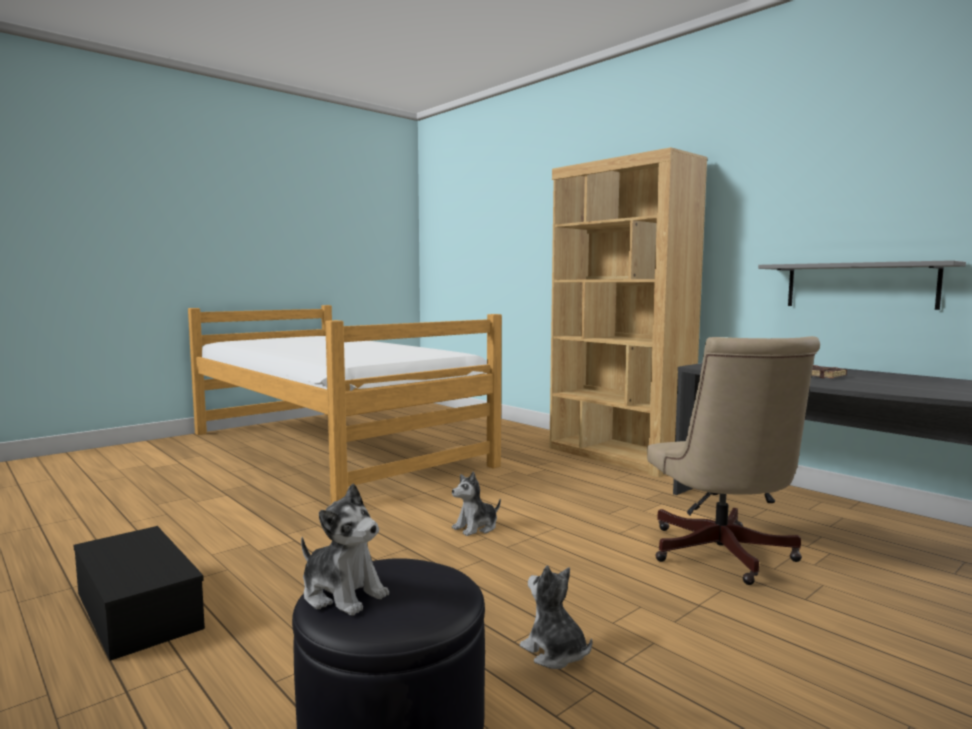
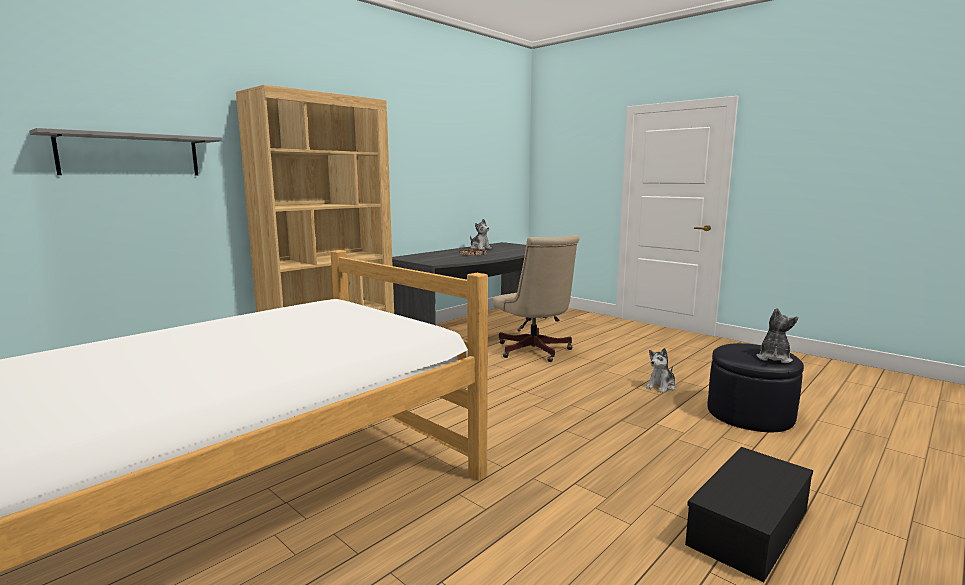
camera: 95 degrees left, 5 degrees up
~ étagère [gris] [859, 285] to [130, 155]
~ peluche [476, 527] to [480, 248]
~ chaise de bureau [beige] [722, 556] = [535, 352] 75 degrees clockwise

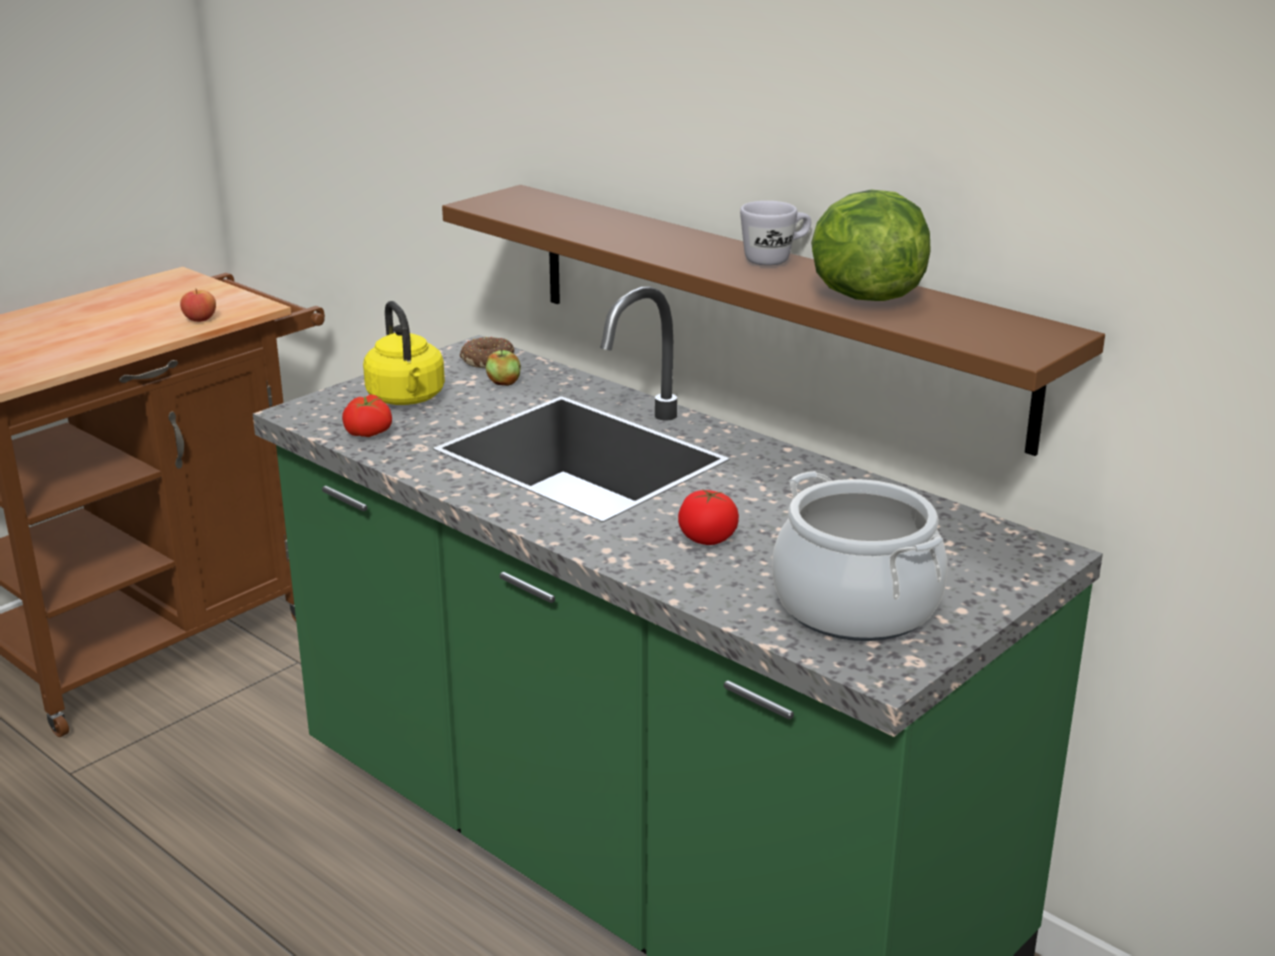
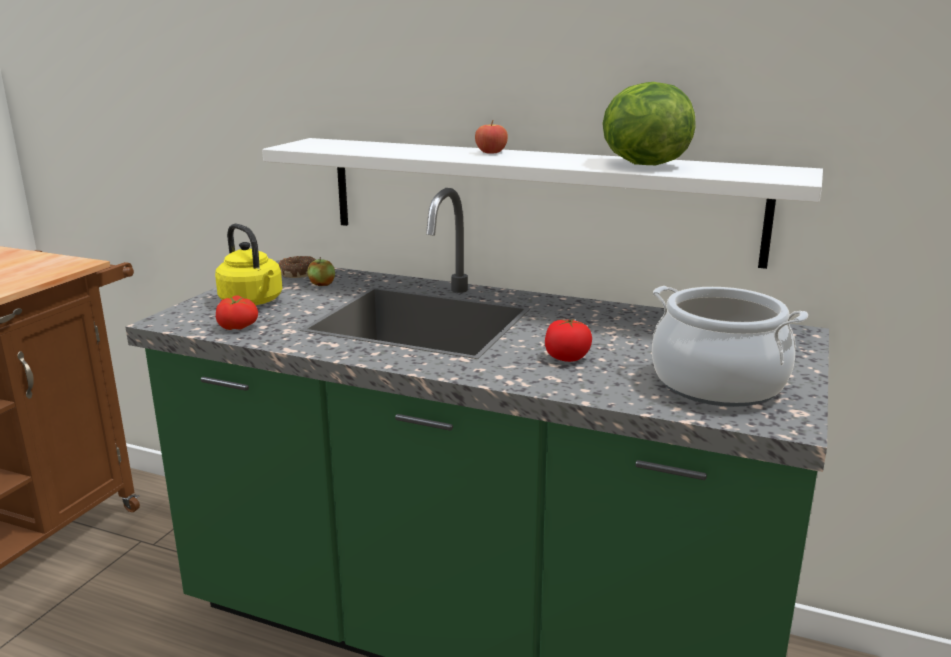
camera: 20 degrees left, 5 degrees down
~ étagère [marron] [768, 309] to étagère [blanc] [535, 198]
~ pomme [200, 319] to [491, 152]
- mug [blanc] [776, 259]

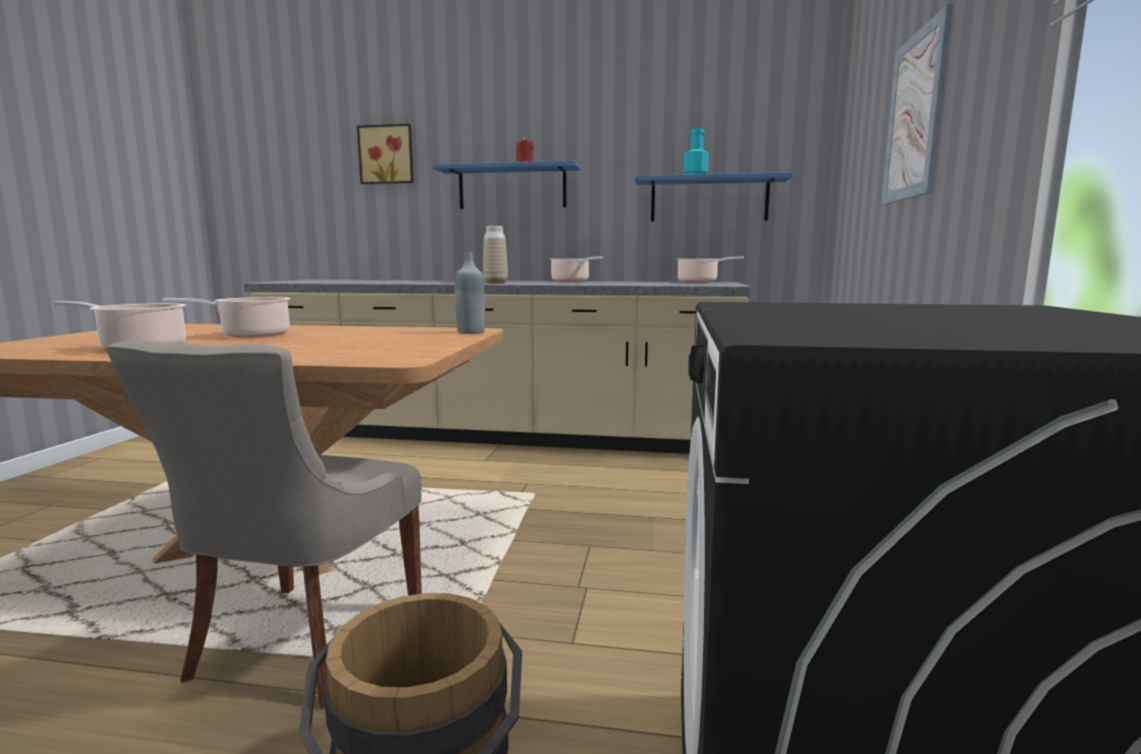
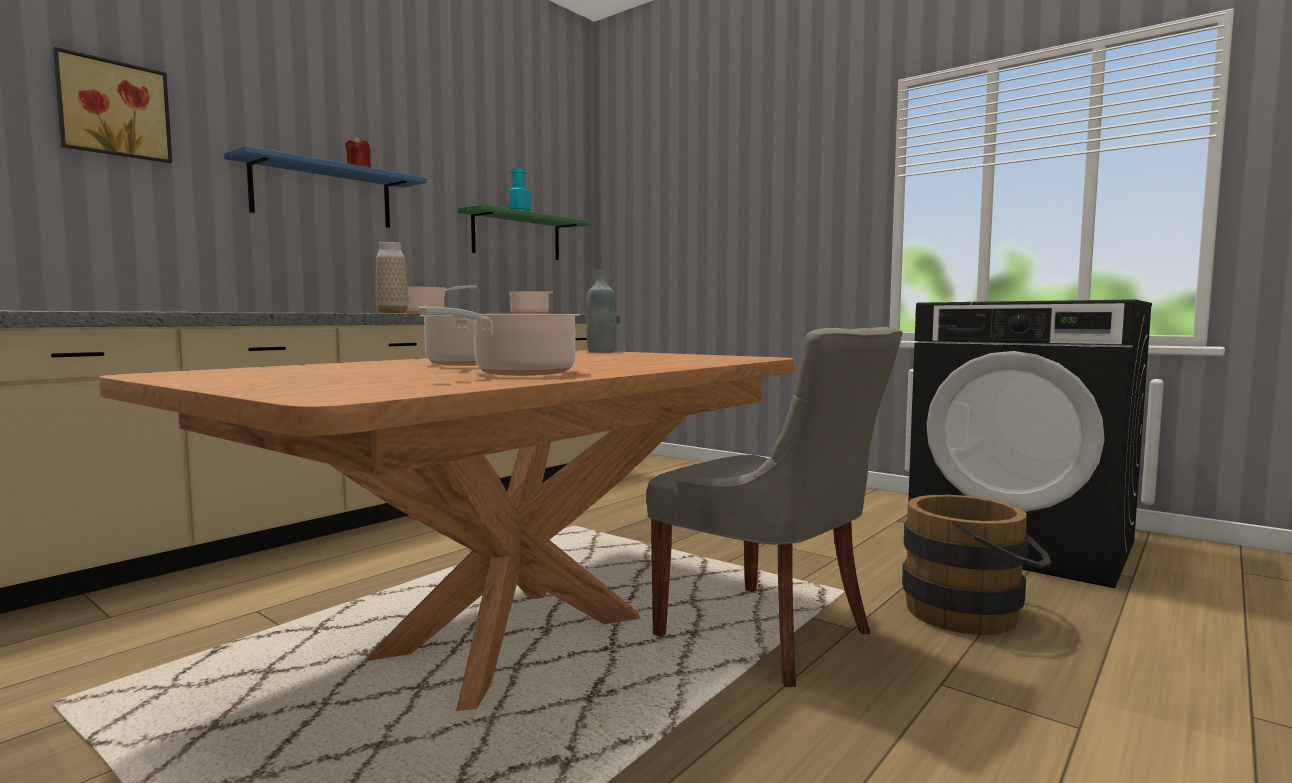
camera: 60 degrees left, 5 degrees down
~ étagère [bleu] [709, 200] to étagère [vert] [517, 236]
- tableau [915, 116]

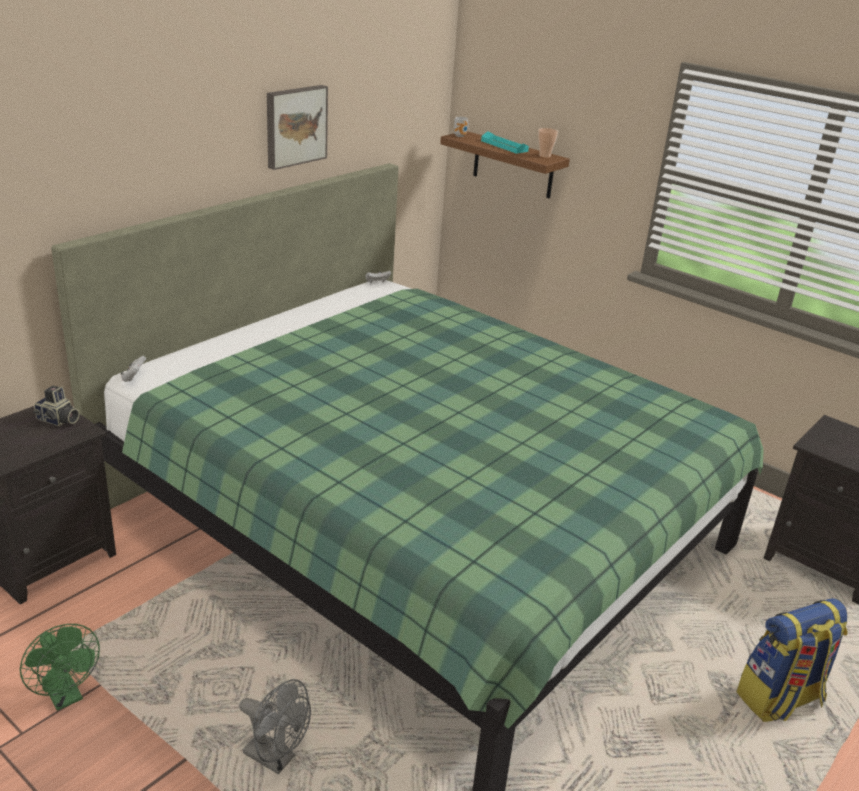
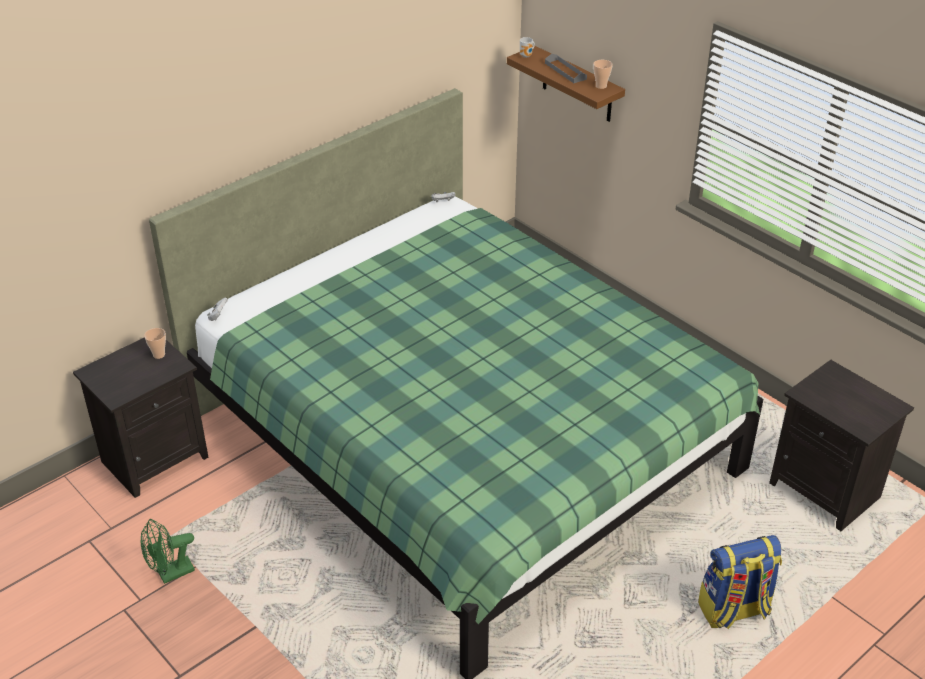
camera: 10 degrees right, 10 degrees up
~ ventilateur [vert] [66, 696] = [170, 574] 90 degrees clockwise
~ appareil photo [58, 420] to tasse [159, 355]
~ plateau [turquoise] [504, 146] to plateau [gris] [565, 71]
- ventilateur [gris] [276, 758]
- tableau [295, 126]

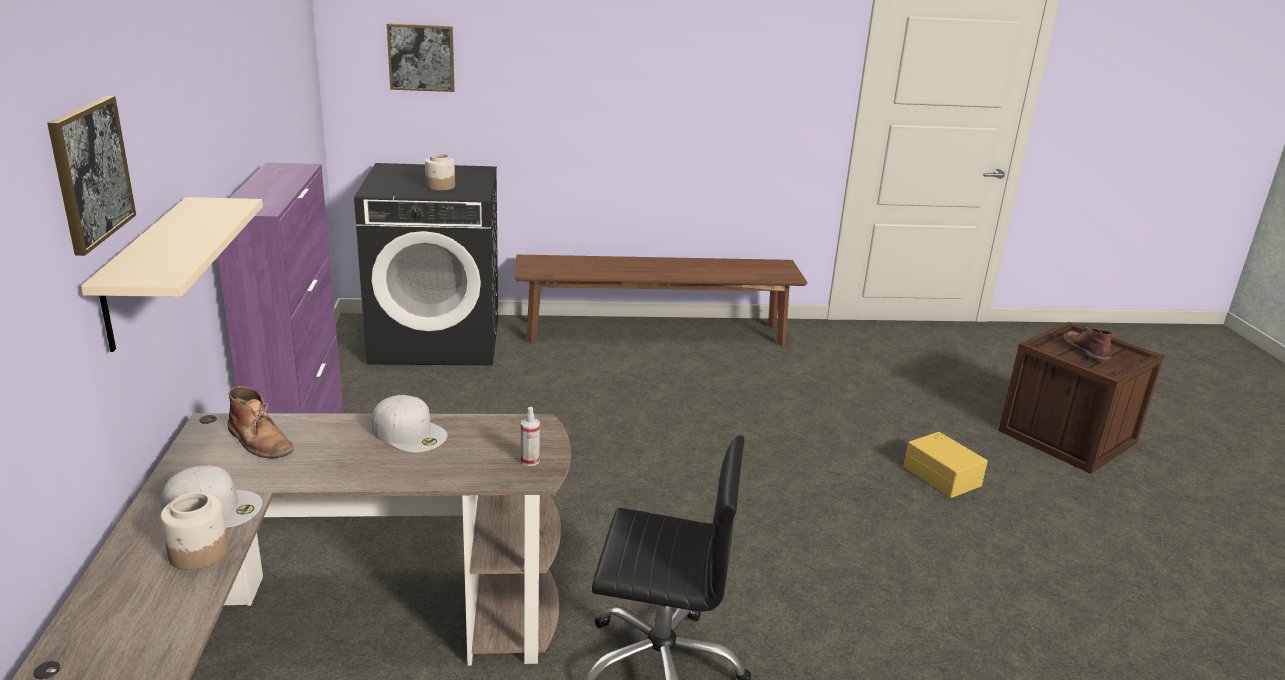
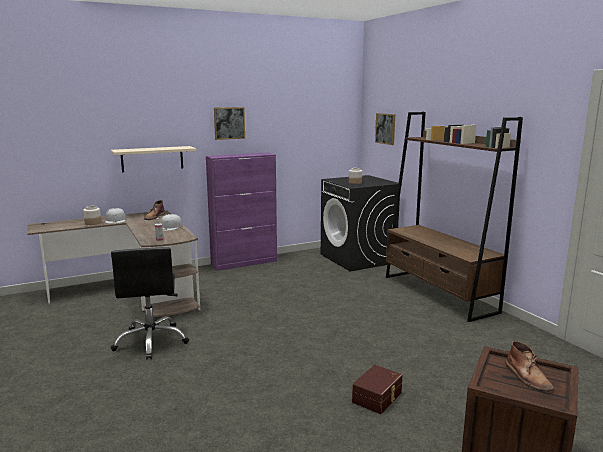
camera: 70 degrees right, 10 degrees down
~ tableau [90, 173] to [229, 123]
~ boîte de rangement [jaune] [943, 475] to boîte de rangement [marron] [378, 397]
~ banc [marron] [655, 334] to bibliothèque [marron] [438, 294]
~ botte [marron] [1086, 350] = [527, 377] 105 degrees clockwise

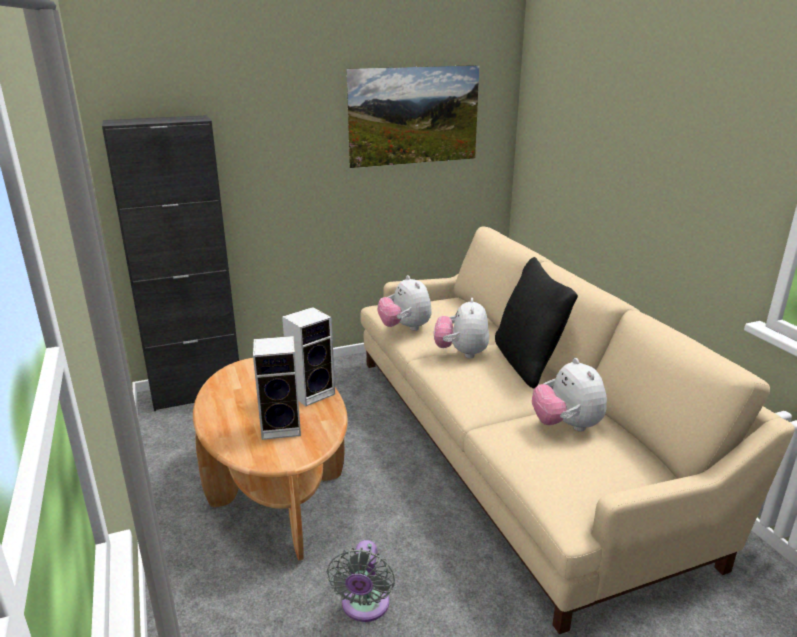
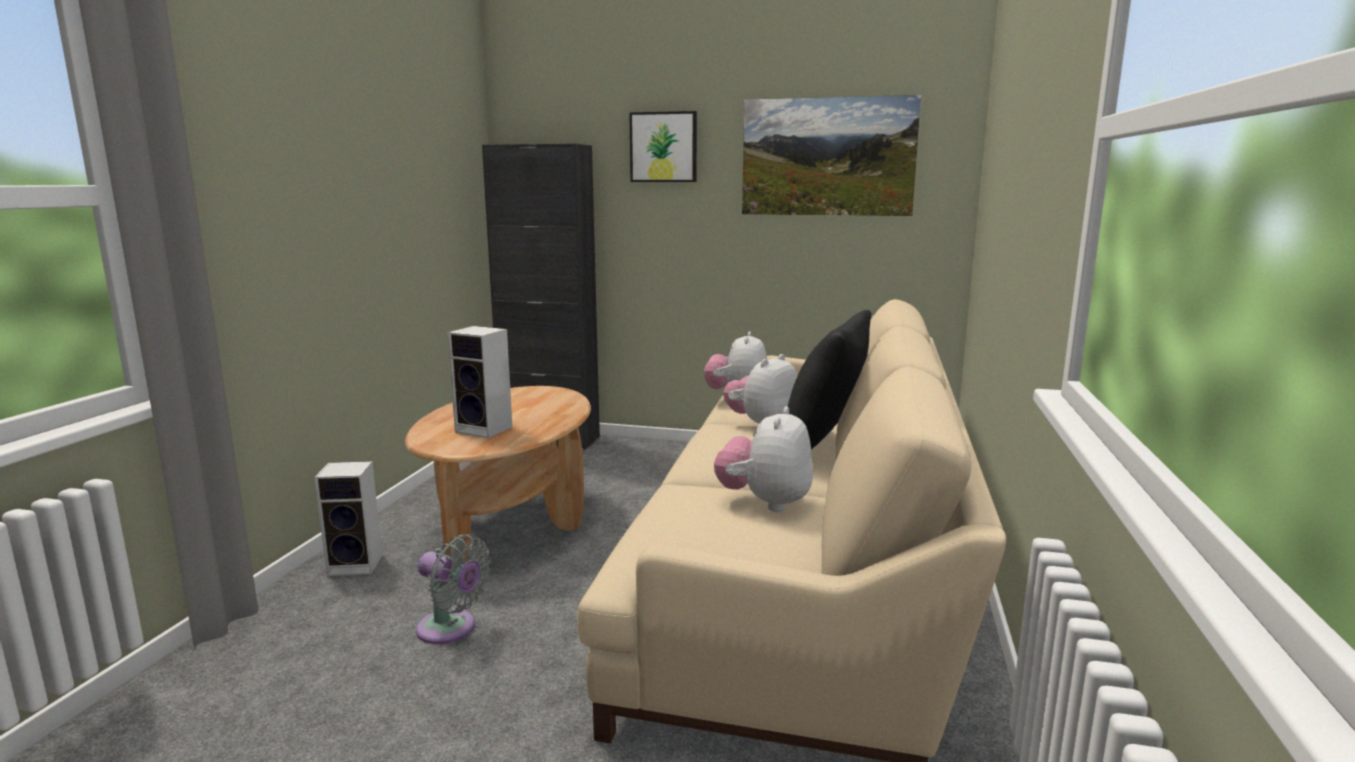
camera: 35 degrees right, 10 degrees down
~ enceinte [312, 393] to [357, 565]
~ ventilateur [gris] [364, 607] = [451, 630] 105 degrees counterclockwise
+ tableau [664, 147]

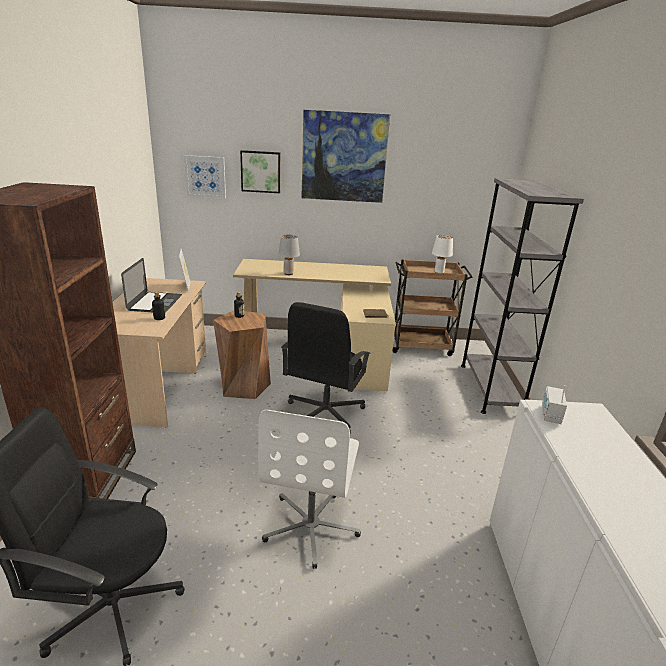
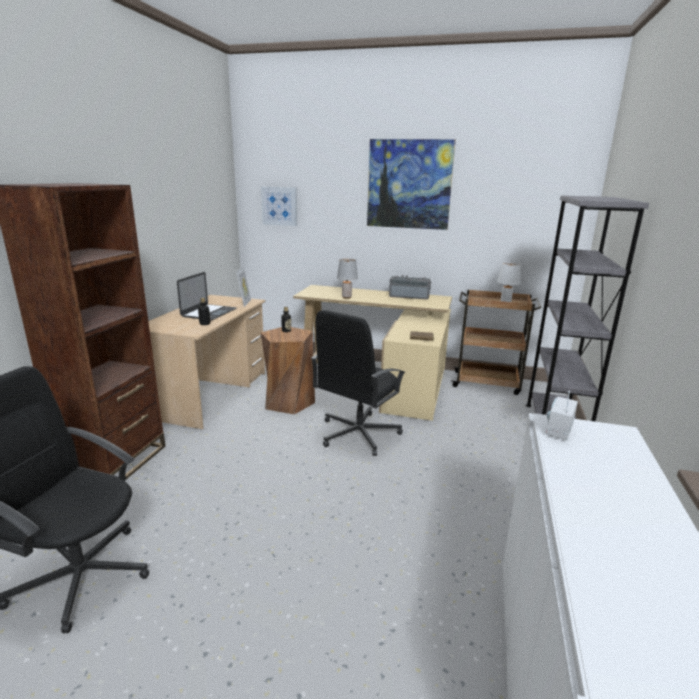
camera: 15 degrees right, 5 degrees down
+ radio [409, 296]
- tableau [261, 171]
- chaise de bureau [blanc] [311, 526]

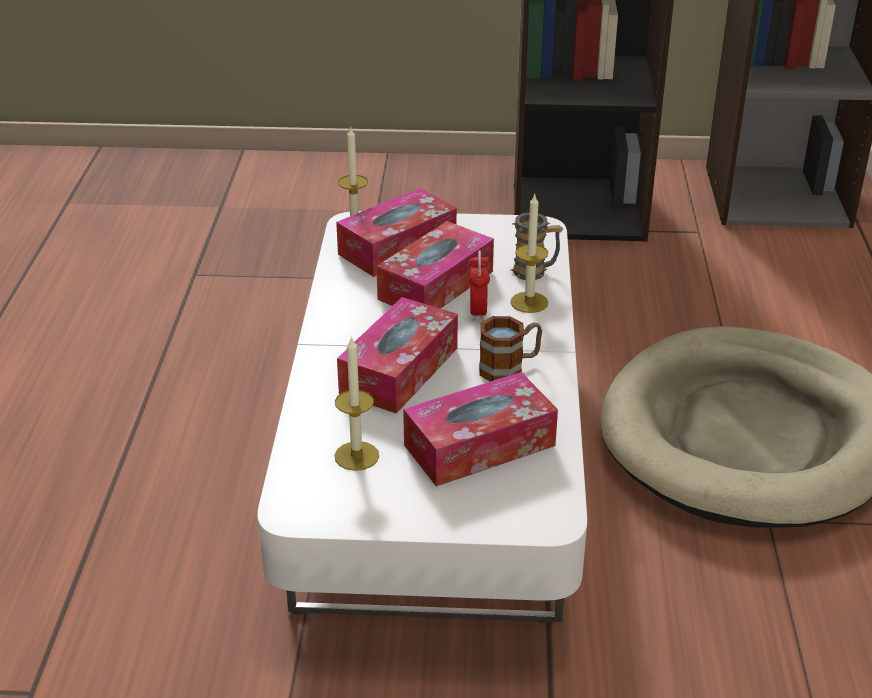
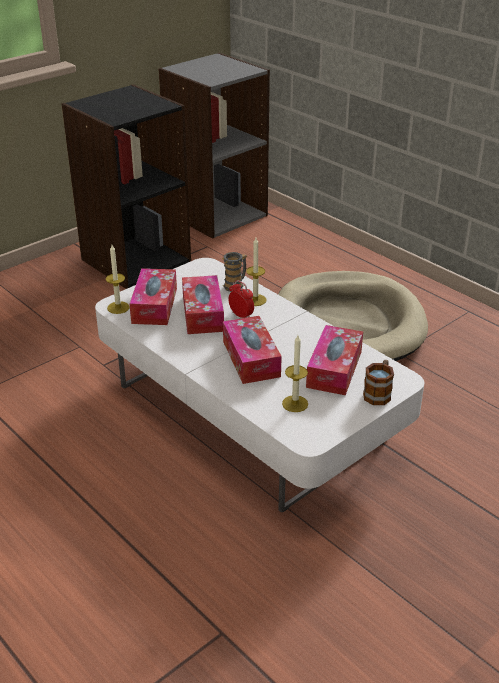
camera: 45 degrees left, 0 degrees up
~ mug [509, 368] to [378, 393]

